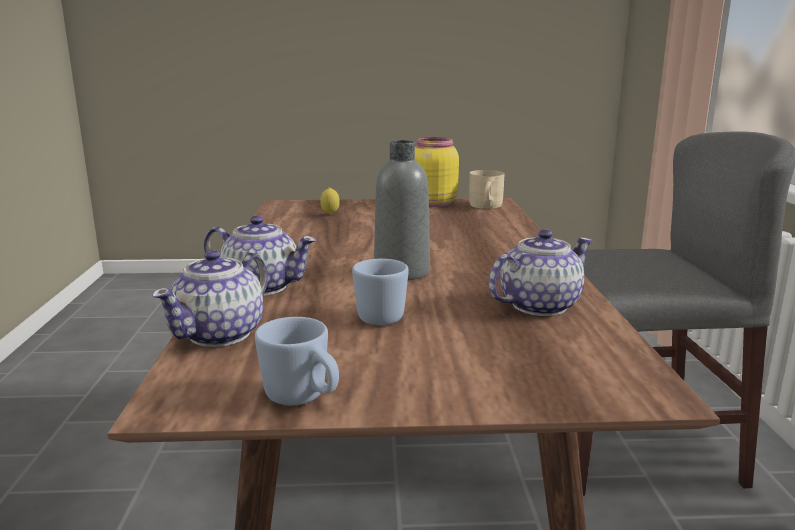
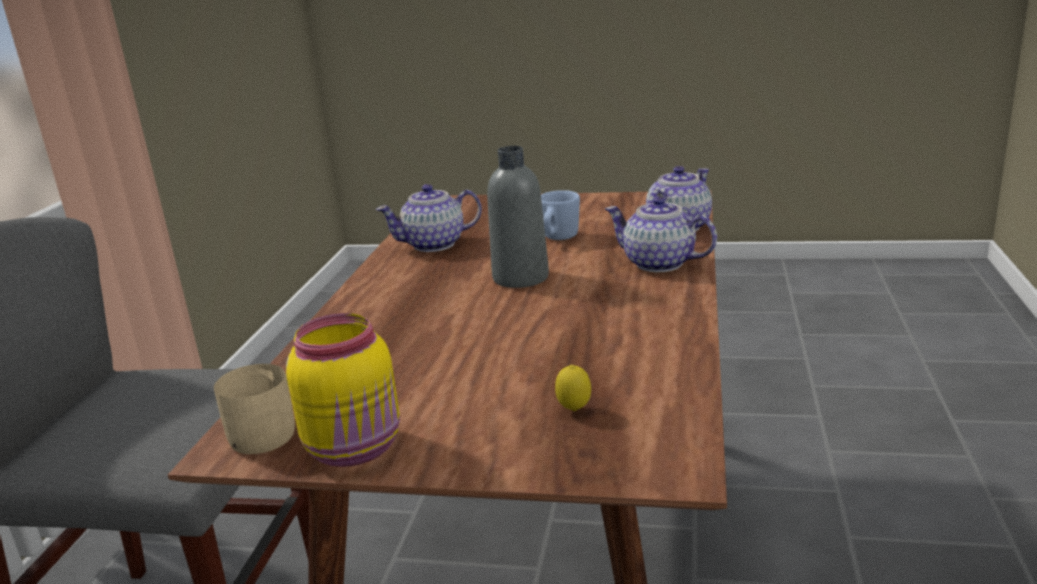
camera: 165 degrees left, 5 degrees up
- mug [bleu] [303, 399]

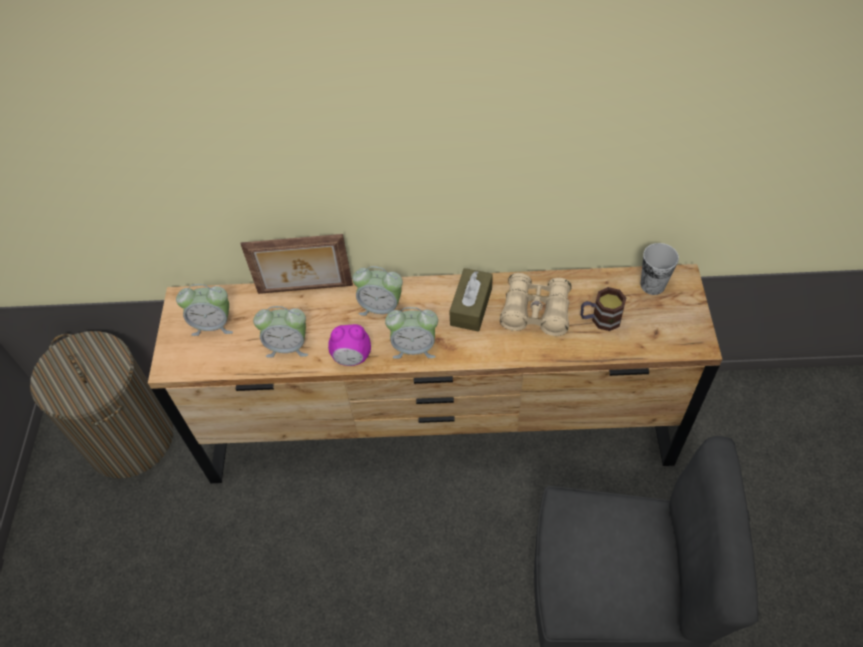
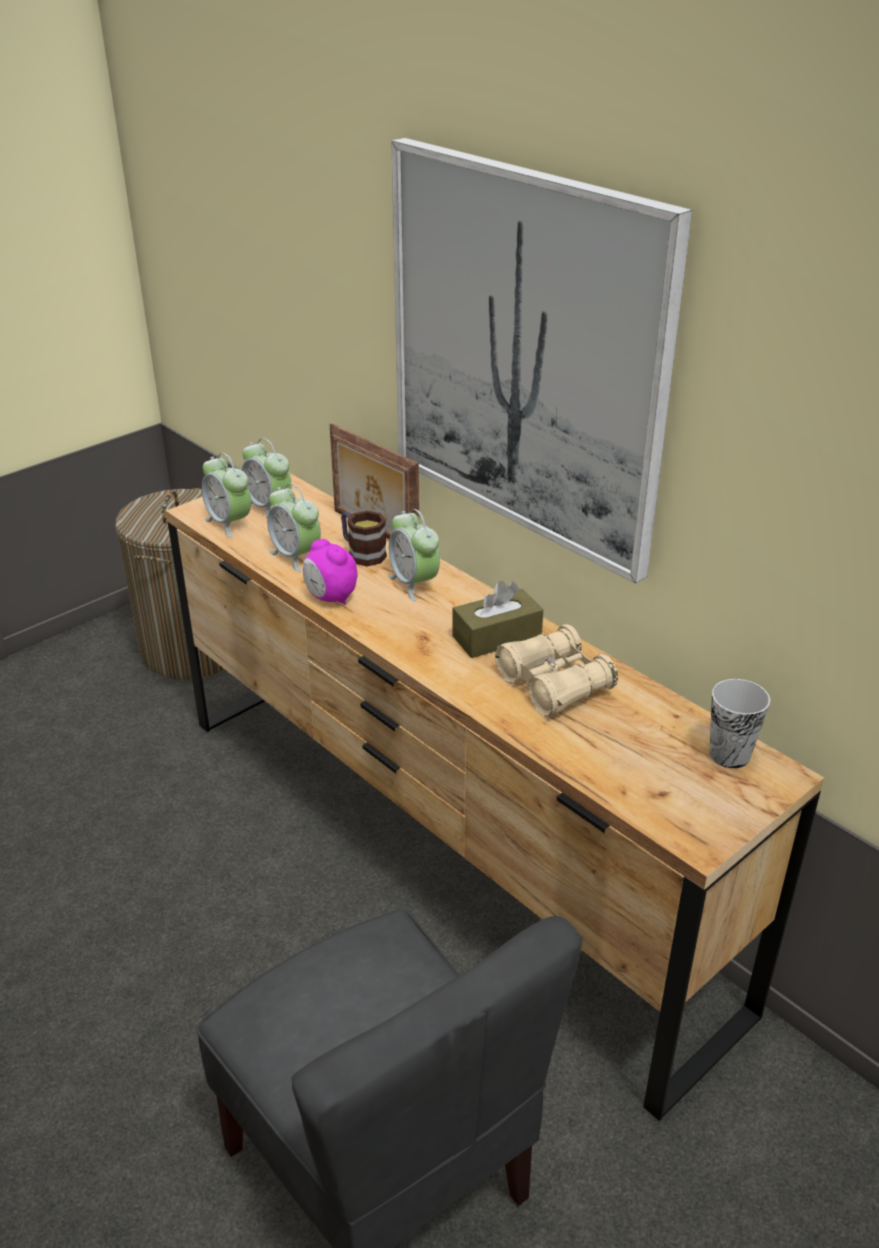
camera: 45 degrees right, 20 degrees down
~ réveil [414, 347] to [229, 523]
~ mug [600, 319] to [362, 553]
+ tableau [525, 356]

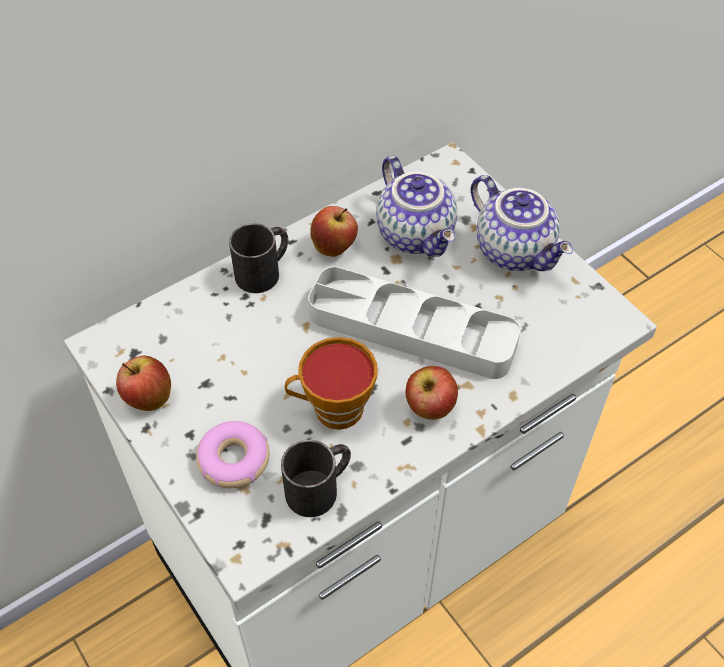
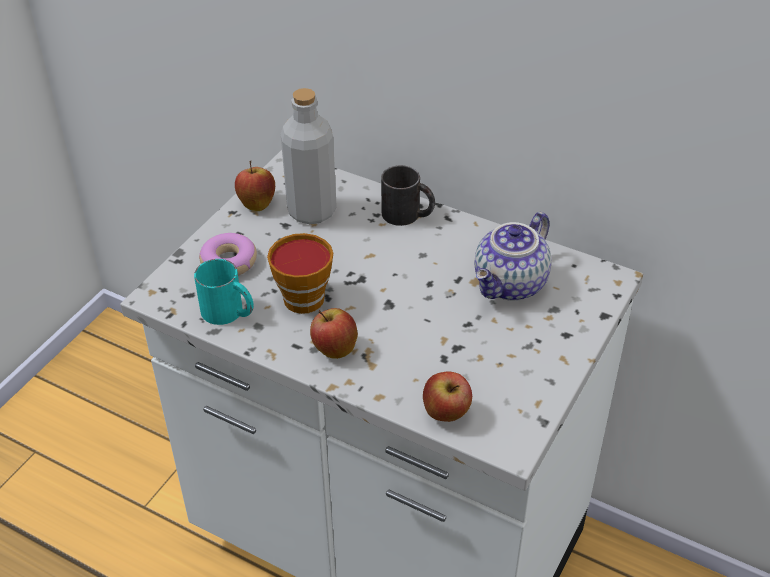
camera: 65 degrees right, 10 degrees down
~ mug [noir] [320, 487] to mug [turquoise] [229, 312]
+ bouteille [gris] [312, 211]
~ pomme [334, 247] to [446, 414]
- plateau [gris] [412, 329]
- théière [516, 250]

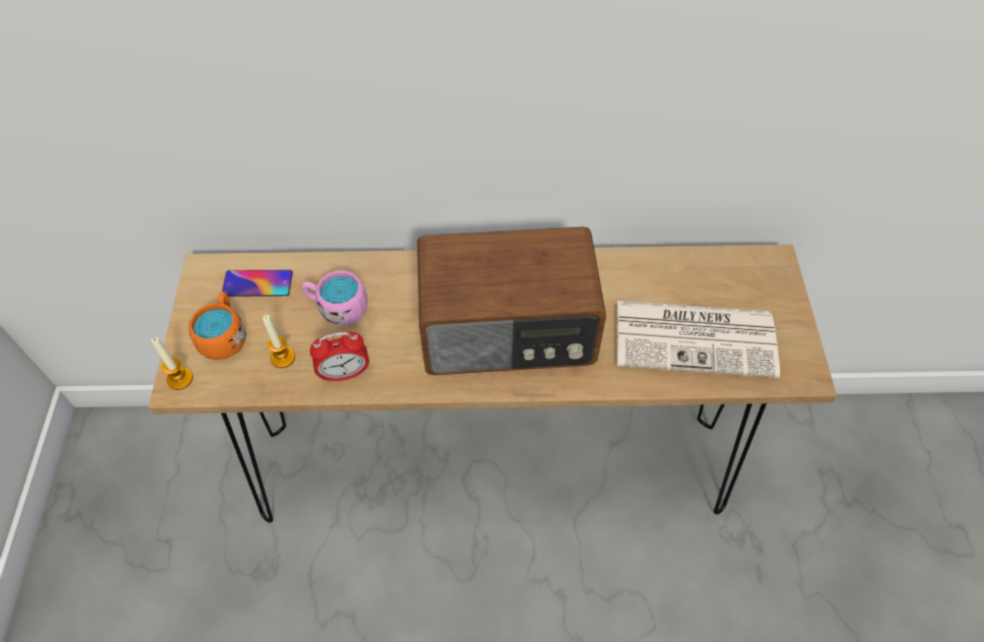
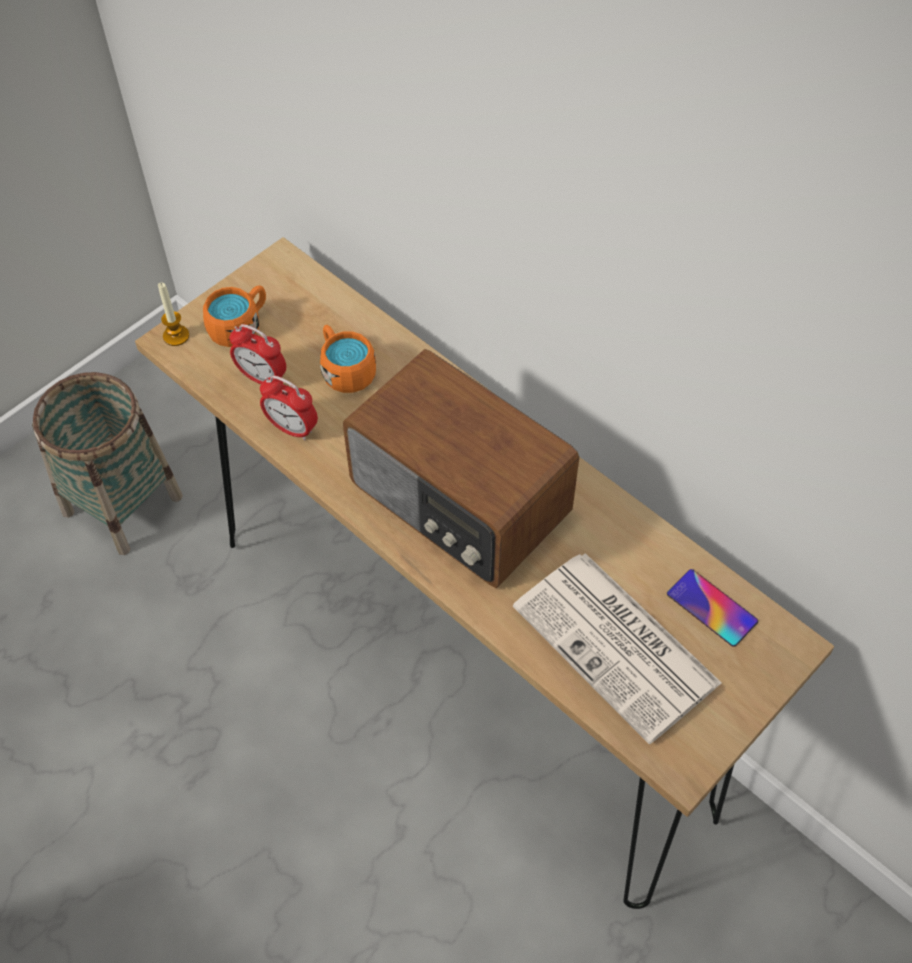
camera: 45 degrees right, 0 degrees up
+ panier [122, 505]
~ bougie [282, 357] to réveil [262, 378]
~ mug [rose] [337, 307] to mug [orange] [345, 370]
~ téléphone [257, 284] to [711, 608]

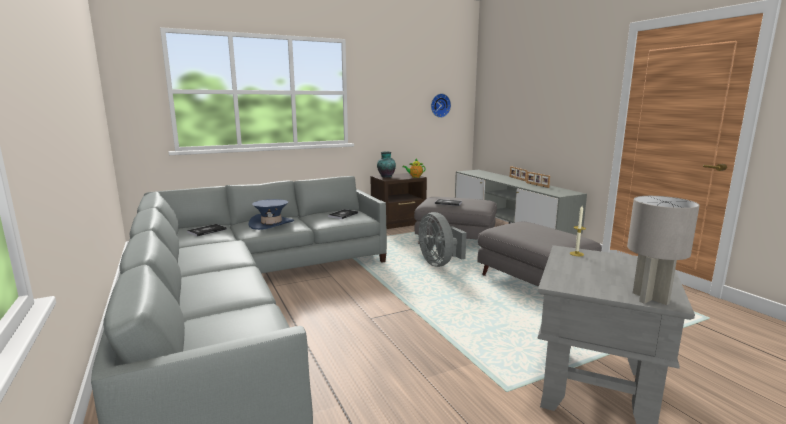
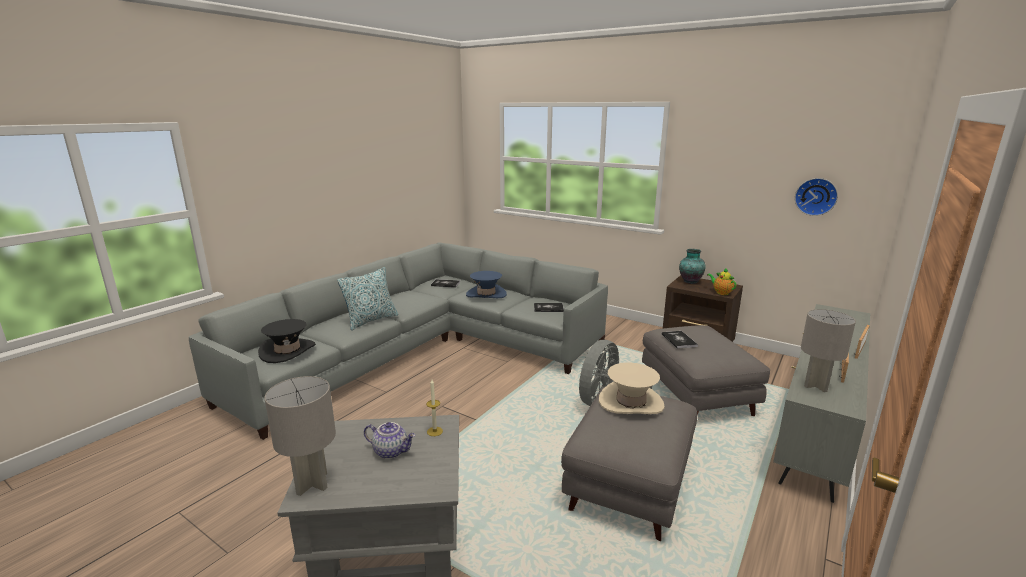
camera: 60 degrees right, 5 degrees up
+ chapeau [noir] [287, 351]
+ coussin [371, 320]
+ théière [391, 451]
+ chapeau [beige] [631, 402]
+ lampe de table [gris] [816, 386]

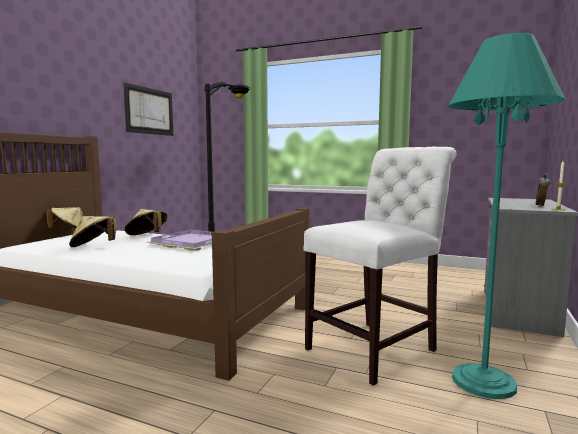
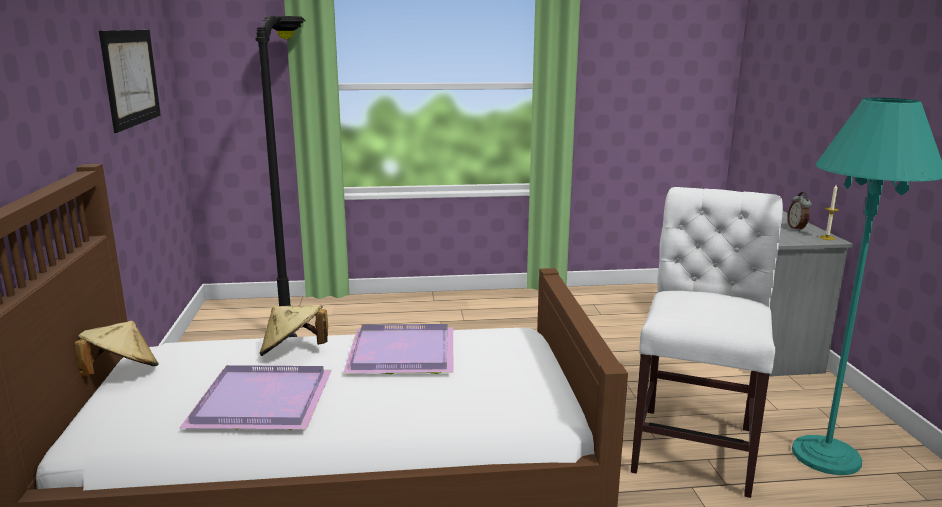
camera: 30 degrees left, 10 degrees up
~ chapeau [beige] [94, 246] to plateau [violet] [263, 403]

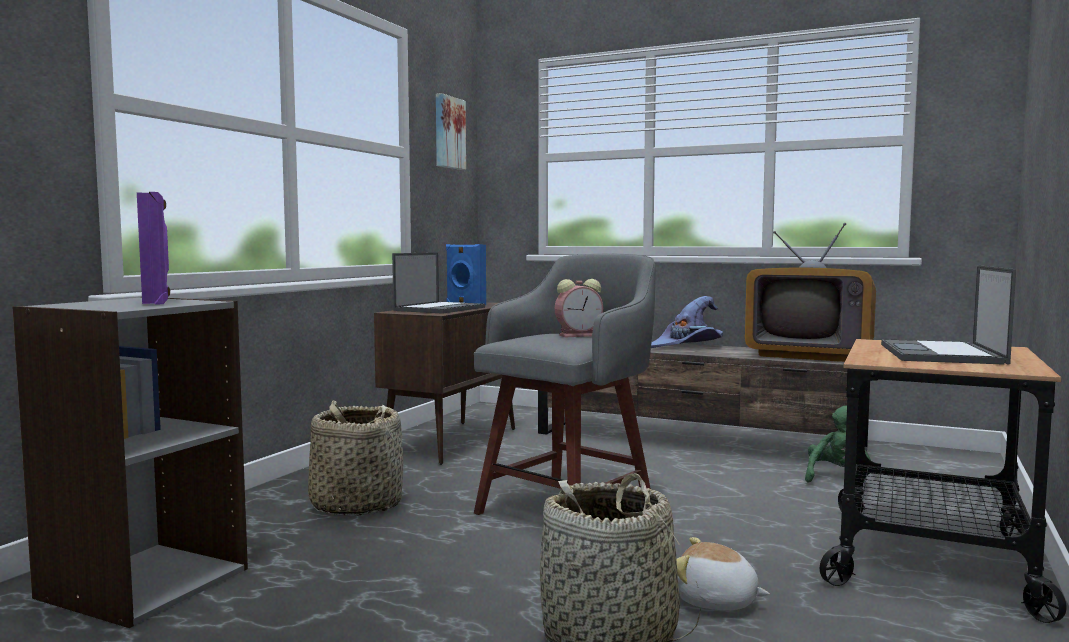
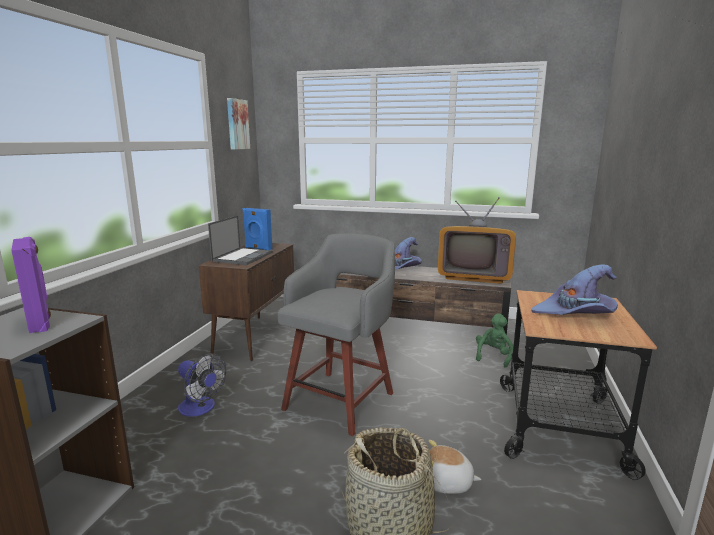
camera: 10 degrees left, 10 degrees up
~ panier [356, 505] to ventilateur [201, 408]
~ ordinateur portable [941, 354] to chapeau [violet] [575, 313]
- réveil [579, 335]

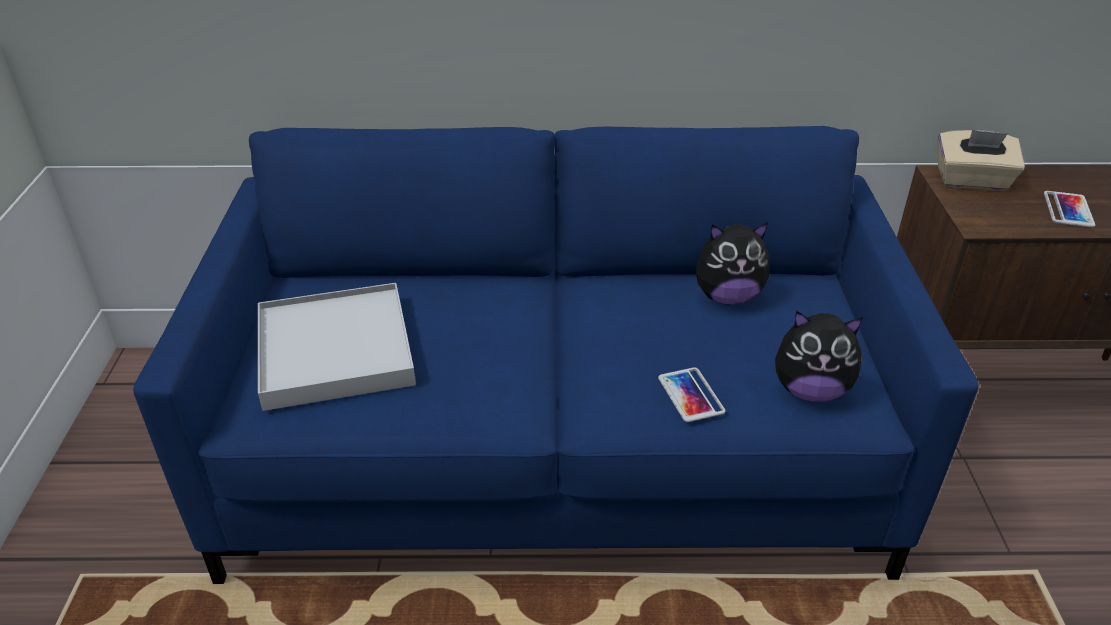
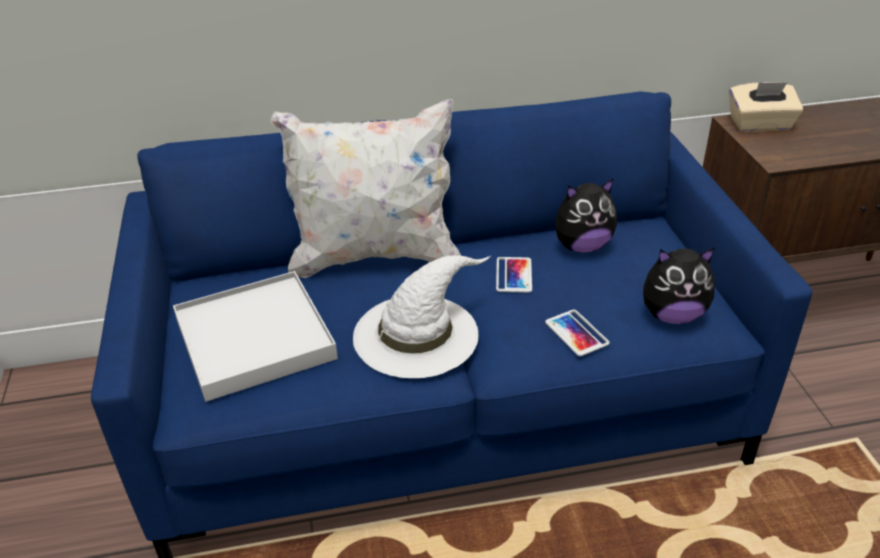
camera: 10 degrees left, 0 degrees up
+ coussin [blanc] [374, 256]
+ chapeau [blanc] [417, 333]
~ téléphone [1068, 209] to [514, 275]

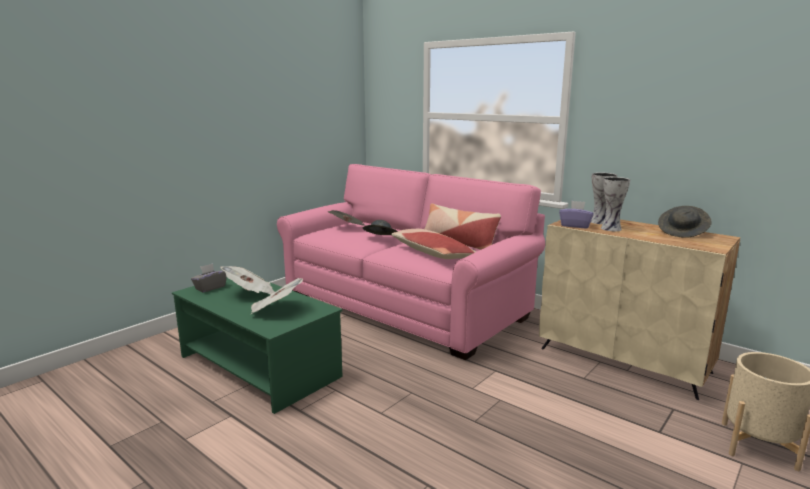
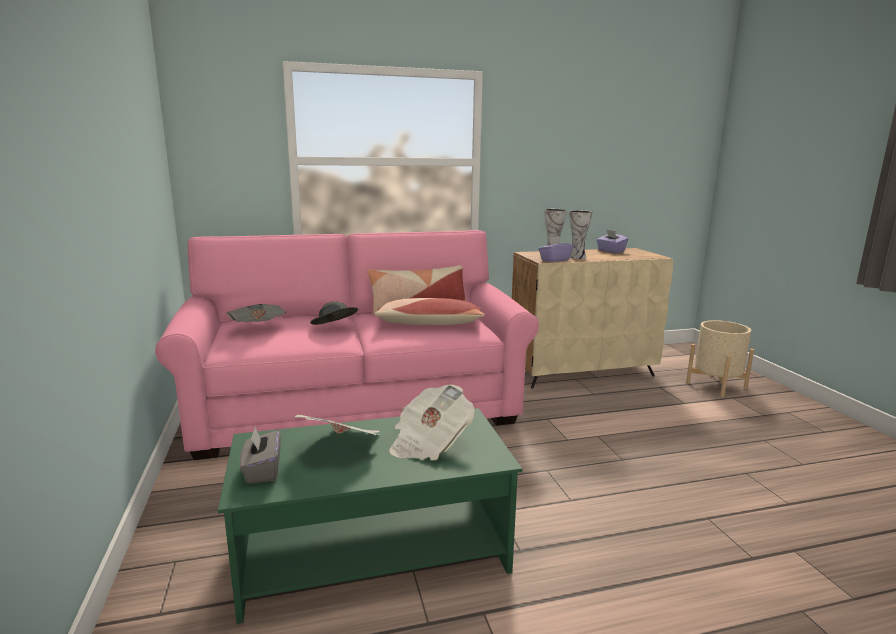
camera: 55 degrees left, 0 degrees up
~ chapeau [gris] [683, 232] to boîte à mouchoirs [violet] [610, 251]

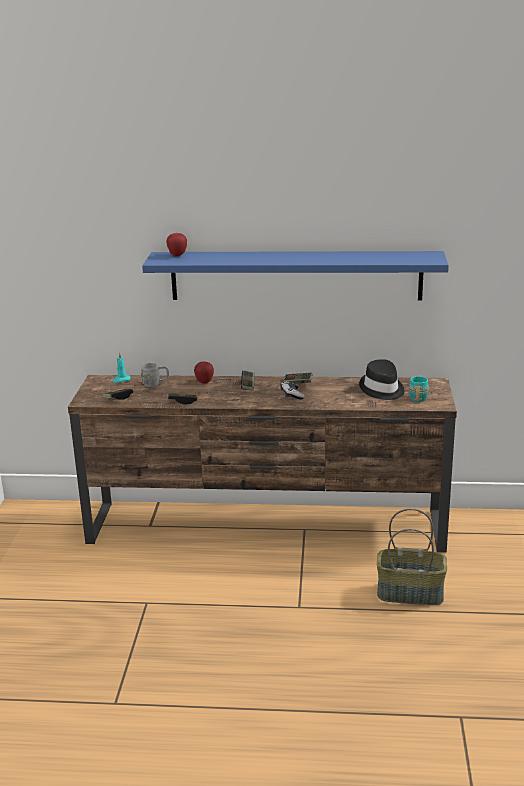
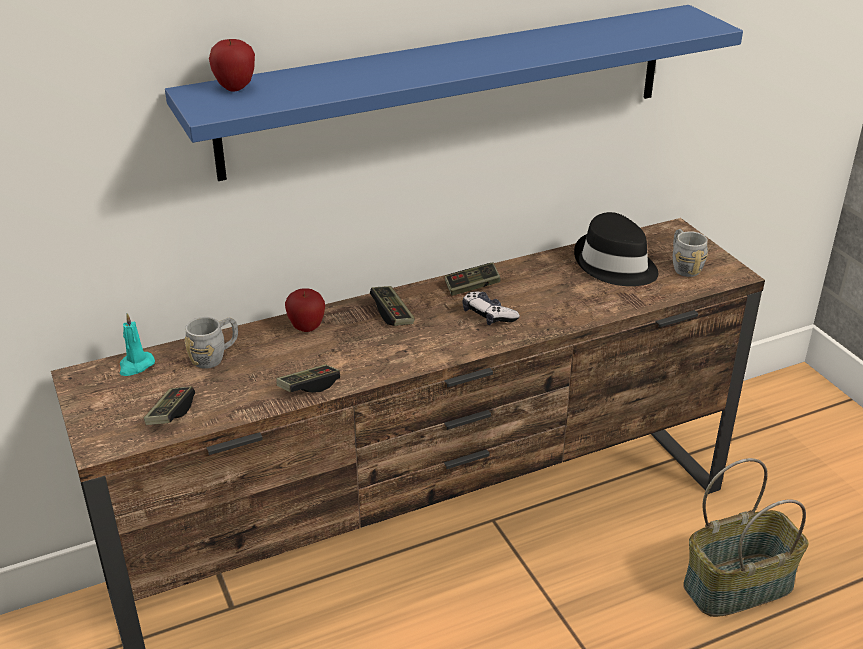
camera: 30 degrees left, 10 degrees up
~ mug [turquoise] [418, 397] to mug [gris] [683, 266]

